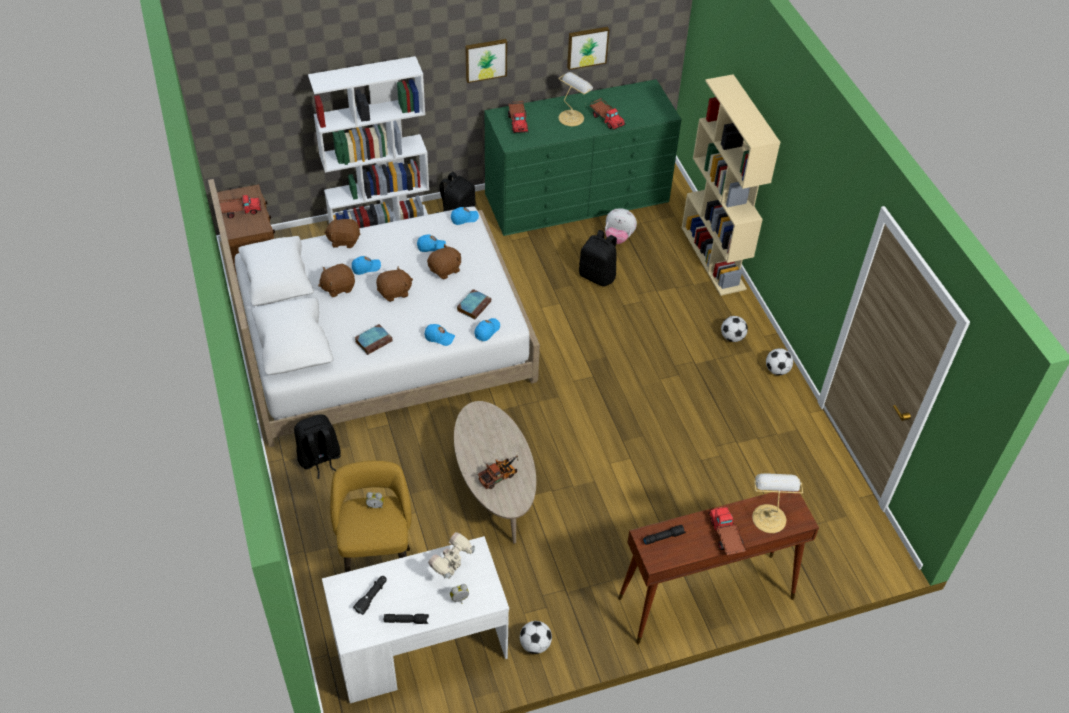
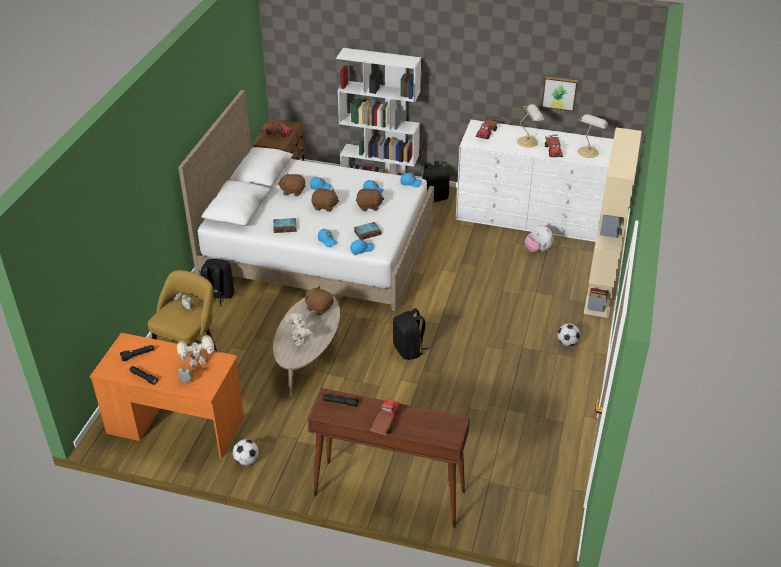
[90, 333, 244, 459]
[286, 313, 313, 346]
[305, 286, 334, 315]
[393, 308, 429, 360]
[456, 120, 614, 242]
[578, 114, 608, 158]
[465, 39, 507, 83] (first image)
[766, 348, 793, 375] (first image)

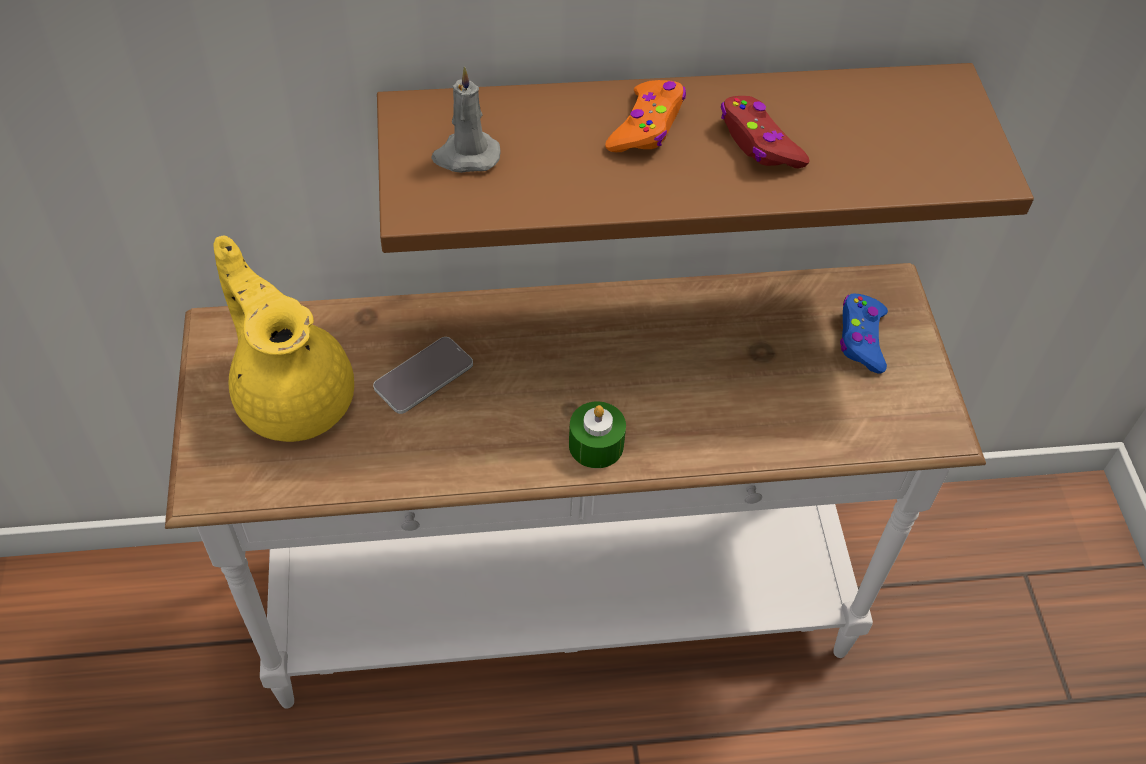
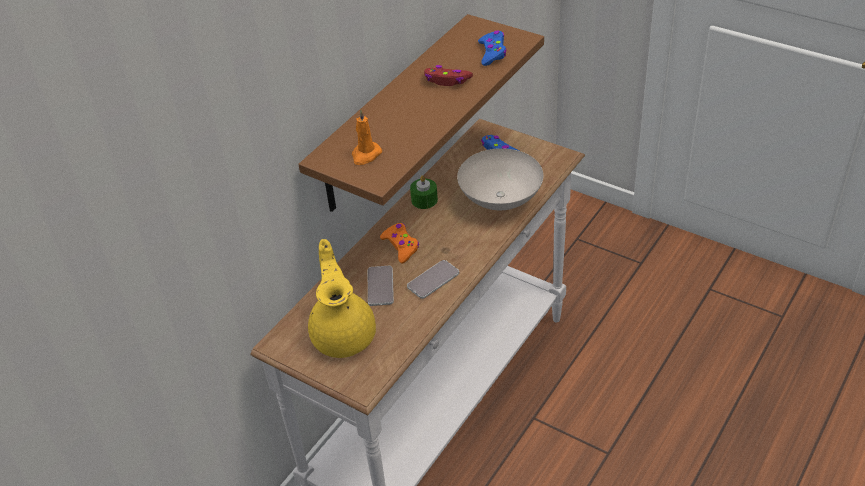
[308, 239, 376, 358]
[352, 109, 382, 165]
[380, 223, 419, 263]
[407, 260, 459, 299]
[410, 176, 438, 209]
[457, 148, 543, 210]
[478, 30, 507, 66]

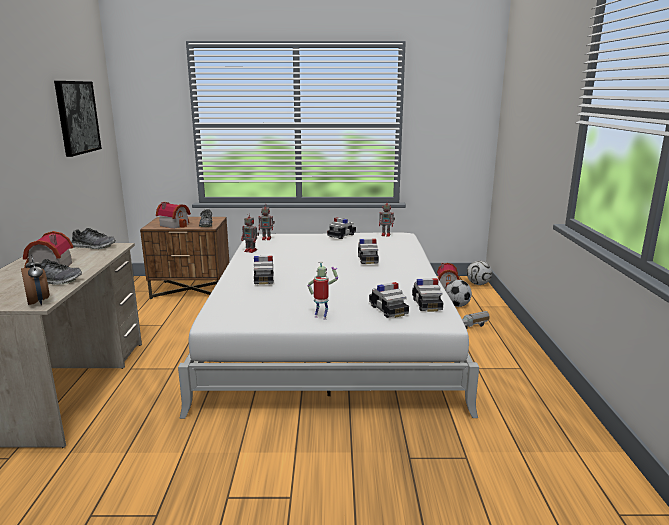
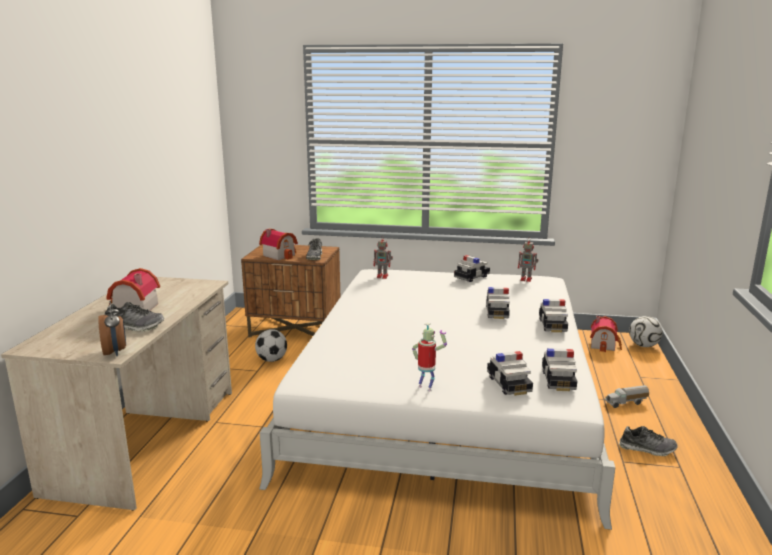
[255, 329, 287, 362]
[539, 299, 568, 333]
[619, 426, 678, 456]
[54, 81, 102, 157] (first image)
[241, 213, 259, 253] (first image)

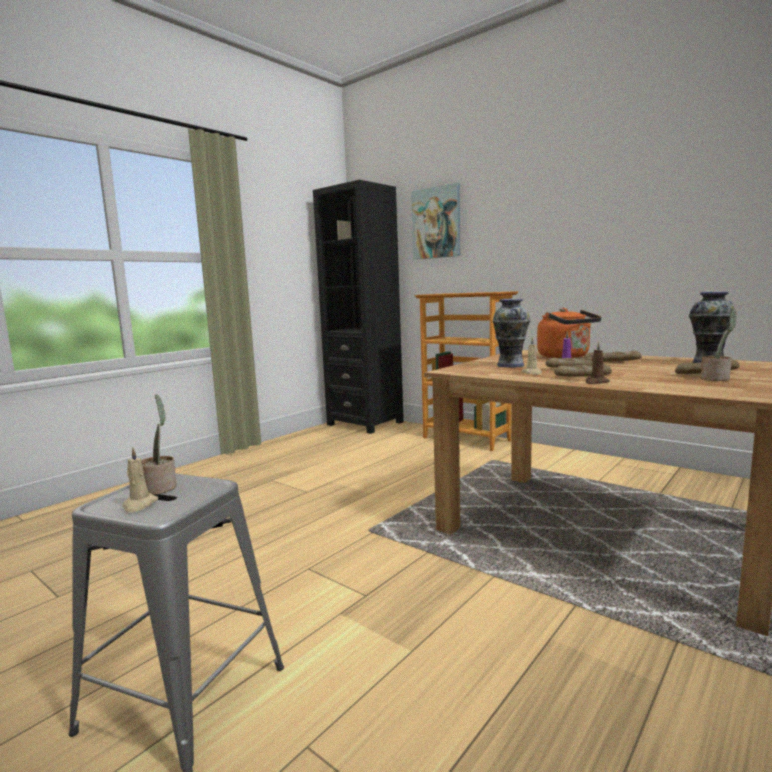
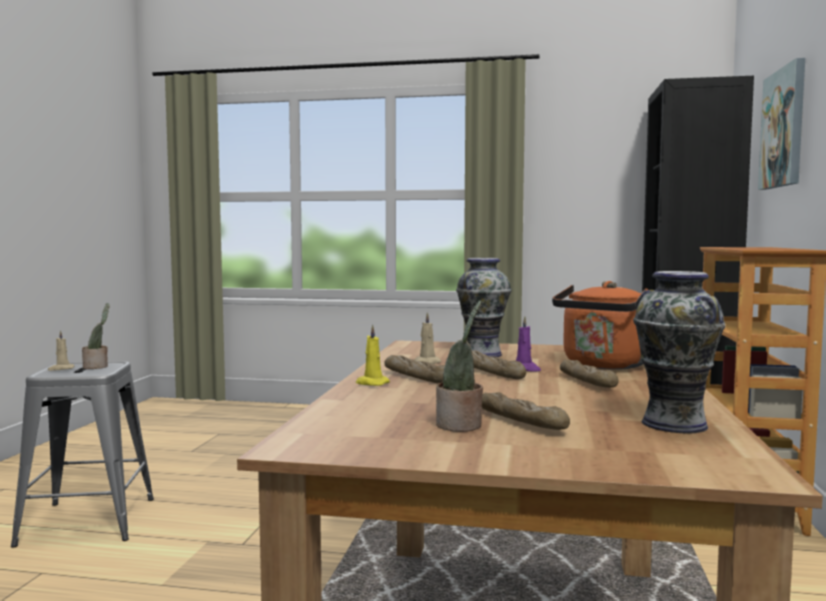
[356, 325, 390, 386]

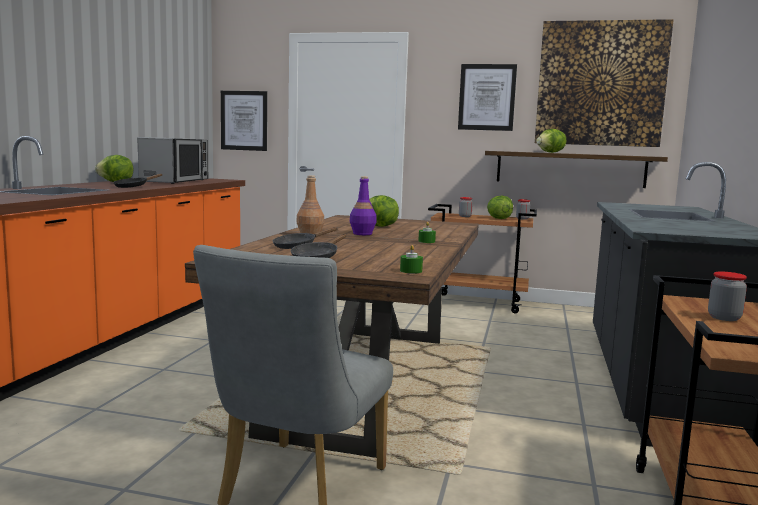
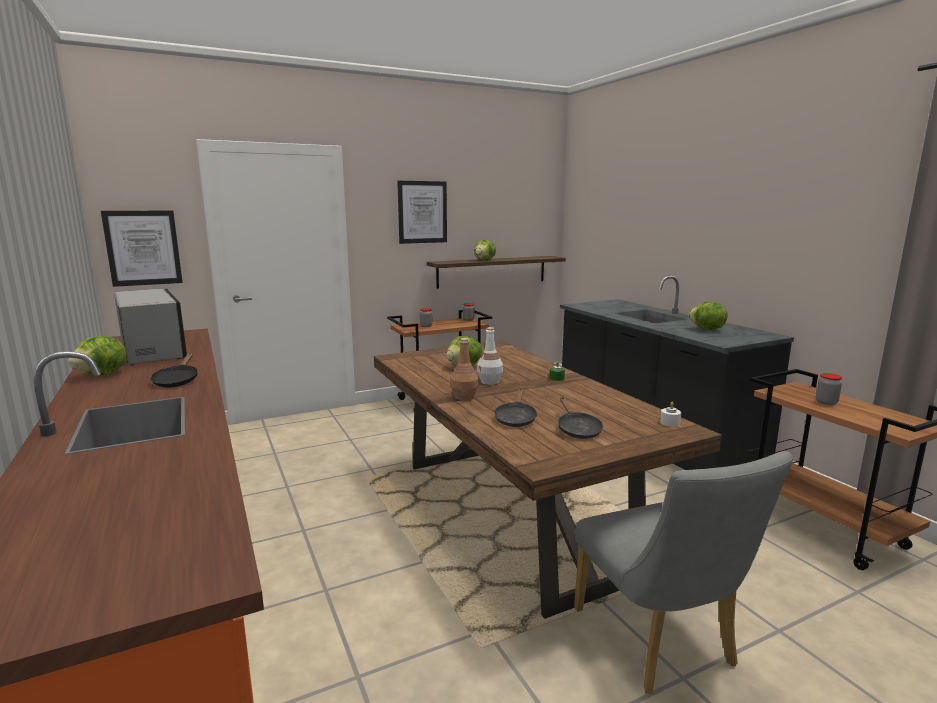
[477, 327, 503, 385]
[660, 402, 681, 427]
[689, 302, 727, 330]
[535, 19, 673, 147] (first image)

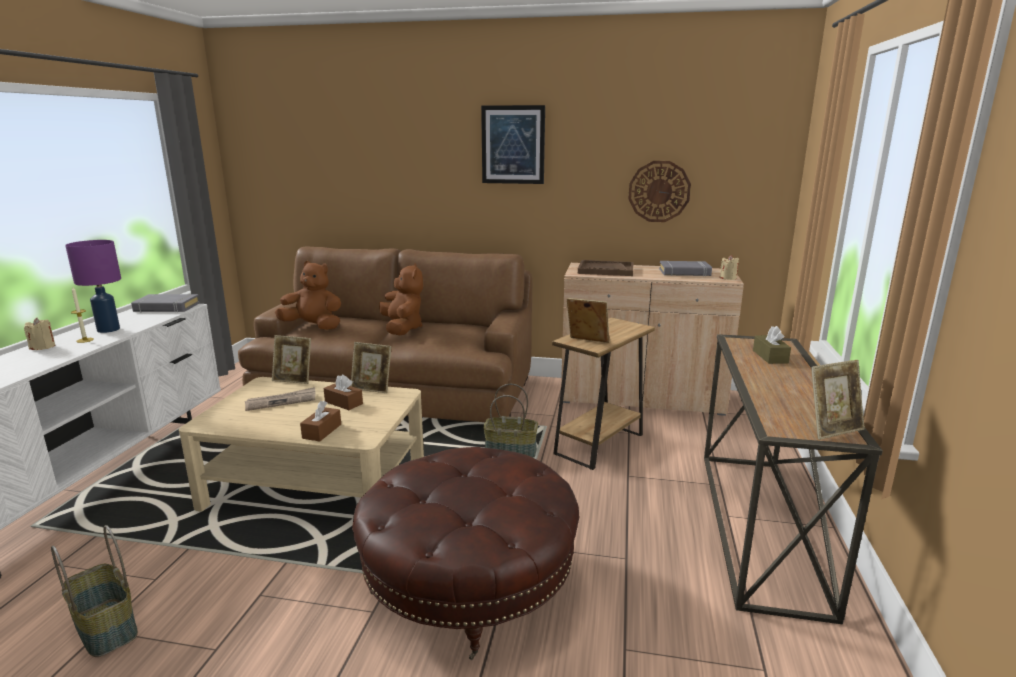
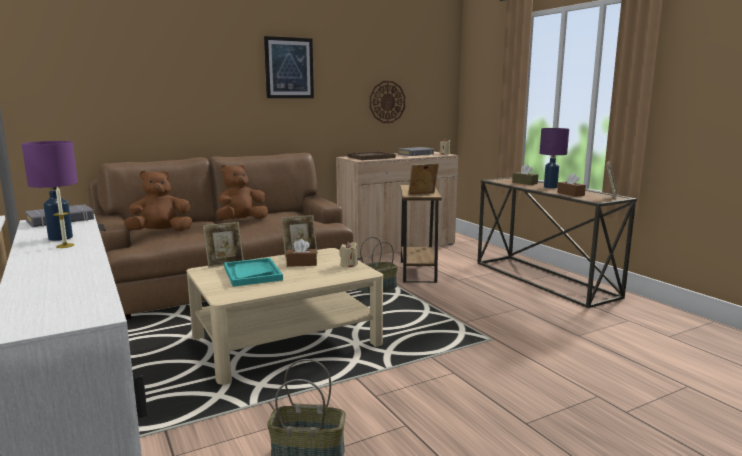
[216, 165, 268, 220]
[224, 258, 283, 287]
[339, 241, 358, 267]
[540, 128, 569, 189]
[557, 173, 586, 197]
[352, 447, 579, 660] (first image)

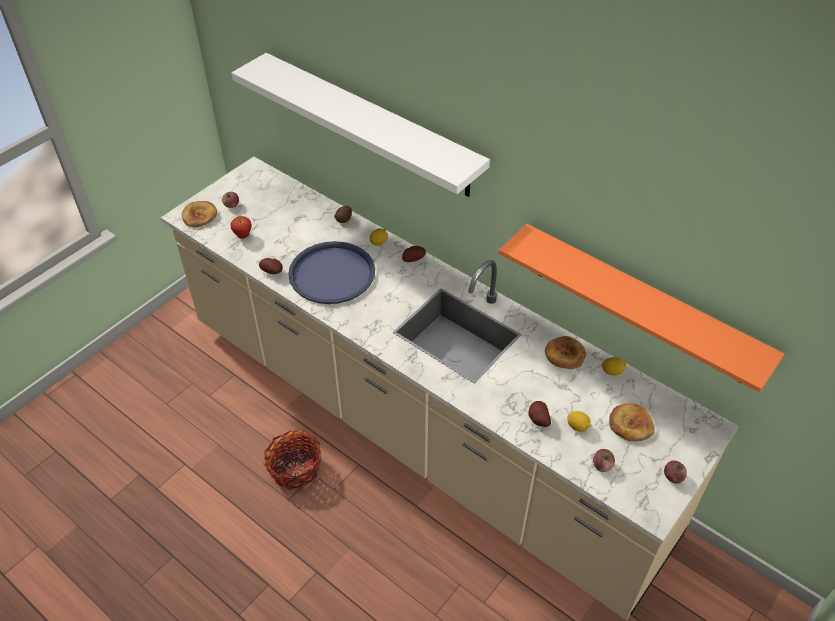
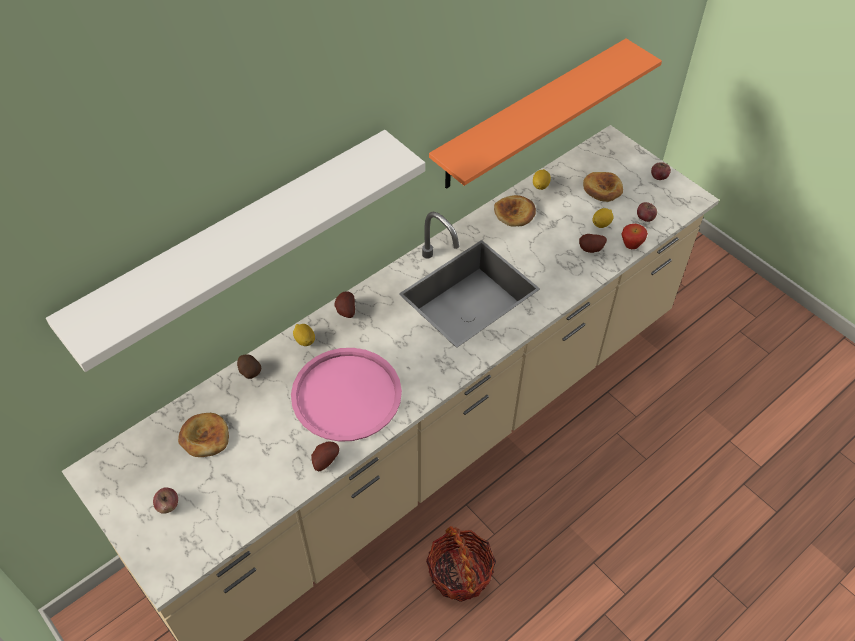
[178, 413, 229, 457]
[291, 348, 402, 442]
[622, 224, 648, 249]

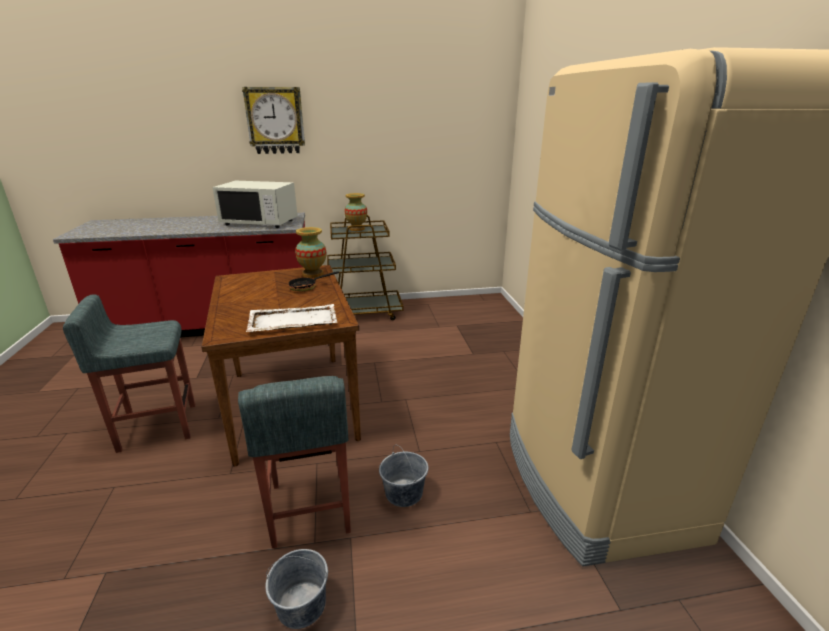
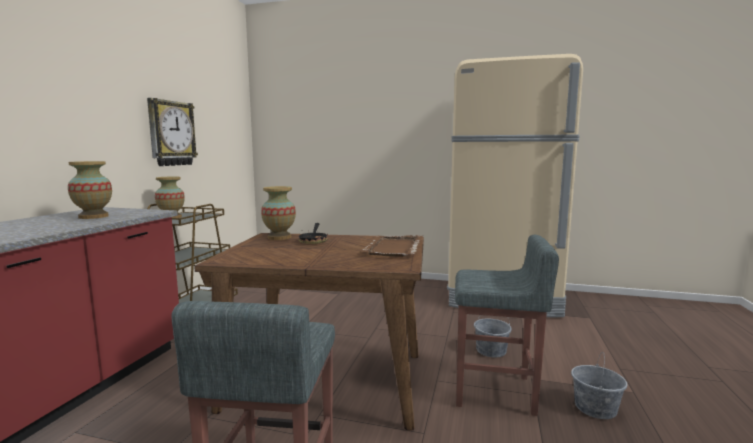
[68, 161, 112, 219]
[147, 98, 198, 166]
[360, 235, 423, 257]

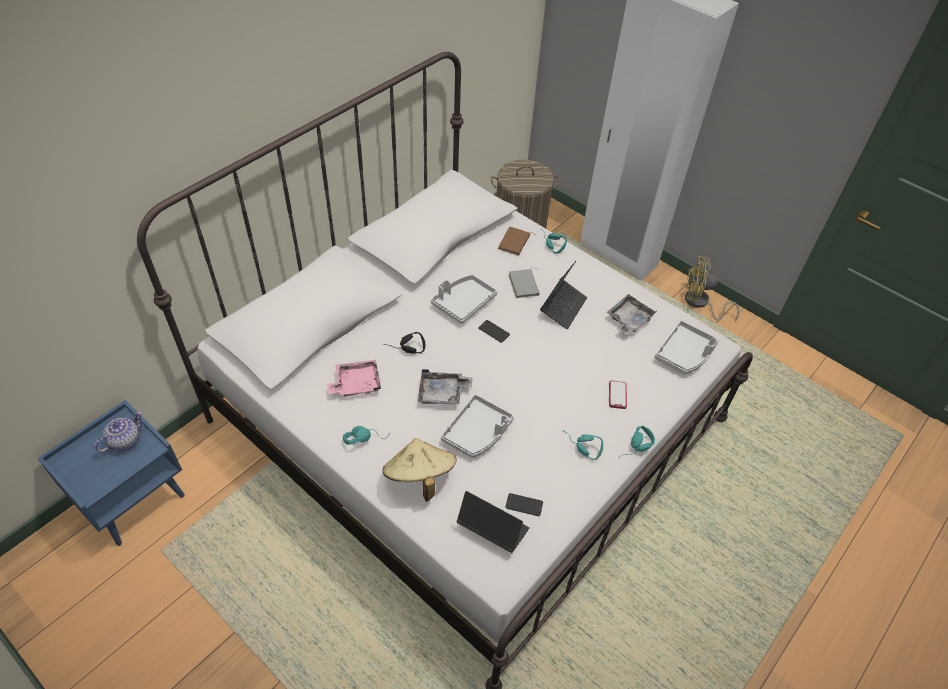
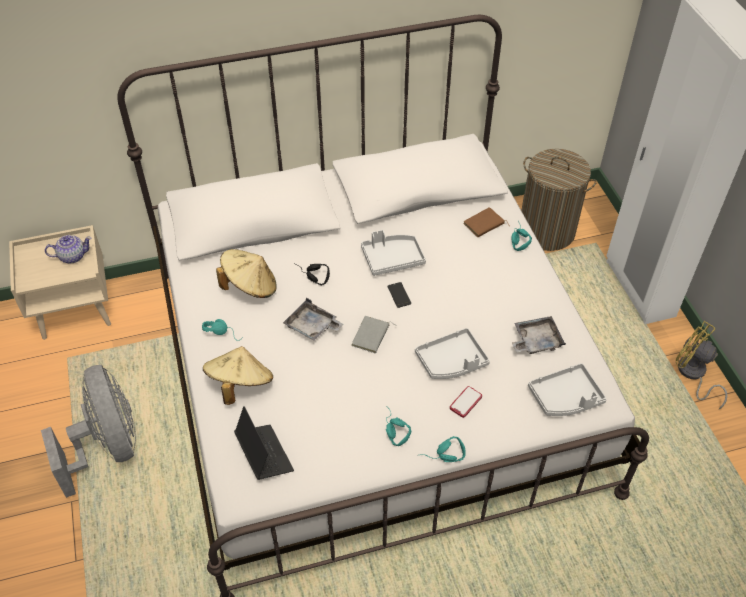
[9, 225, 111, 340]
[41, 365, 136, 498]
[216, 249, 277, 298]
[351, 316, 397, 354]
[415, 328, 490, 379]
[505, 493, 543, 516] (first image)
[540, 261, 587, 329] (first image)

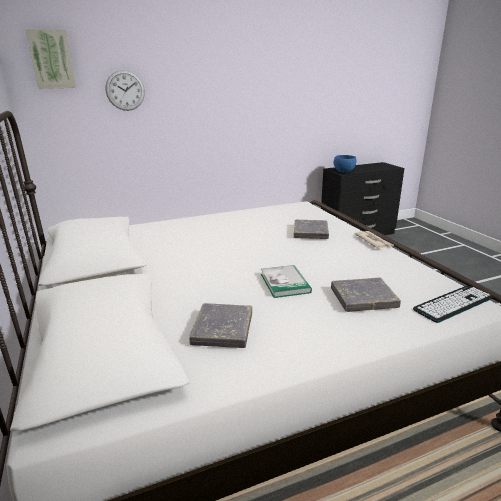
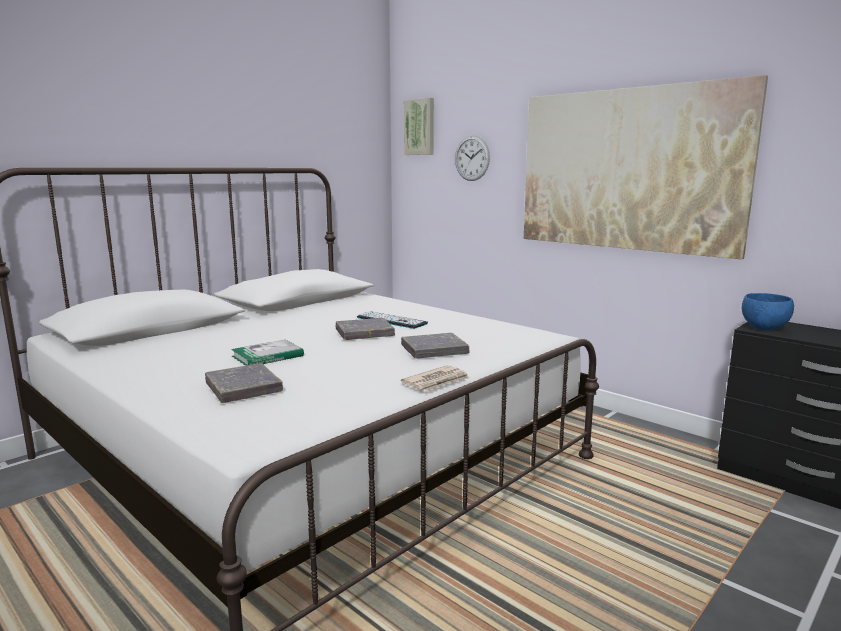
[336, 318, 395, 340]
[357, 311, 428, 329]
[524, 75, 768, 259]

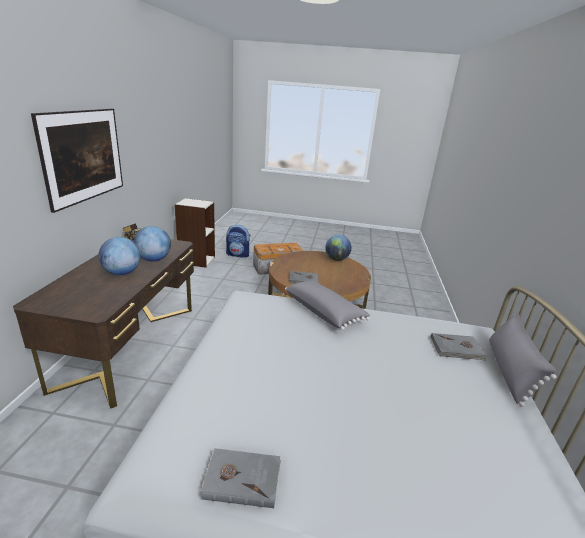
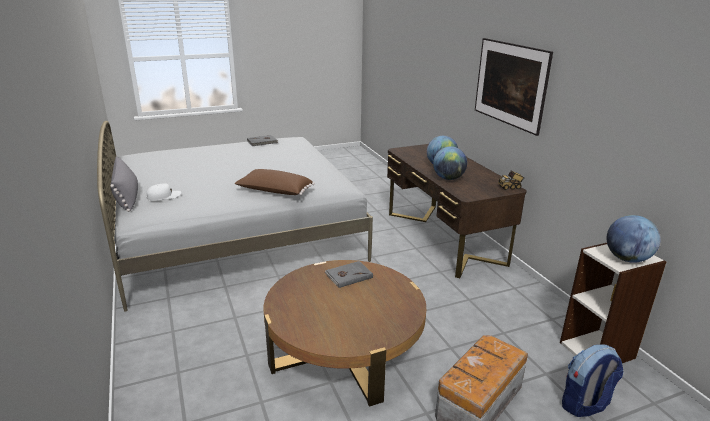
[146, 183, 181, 201]
[235, 169, 315, 195]
[607, 215, 660, 263]

